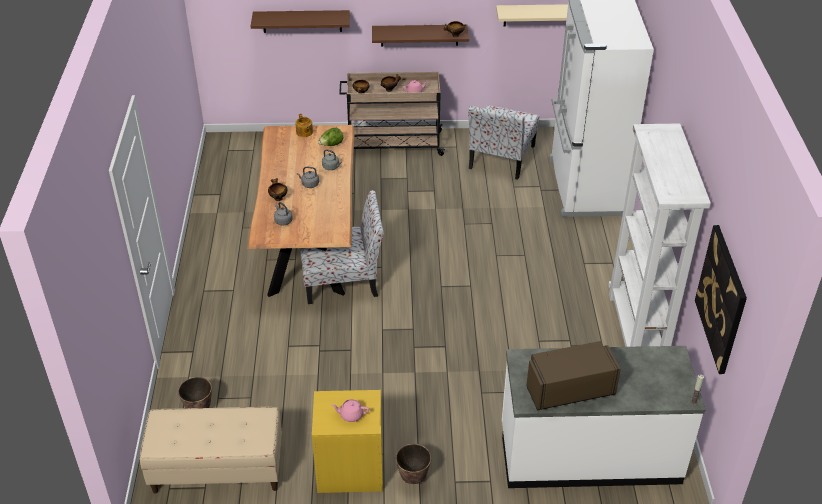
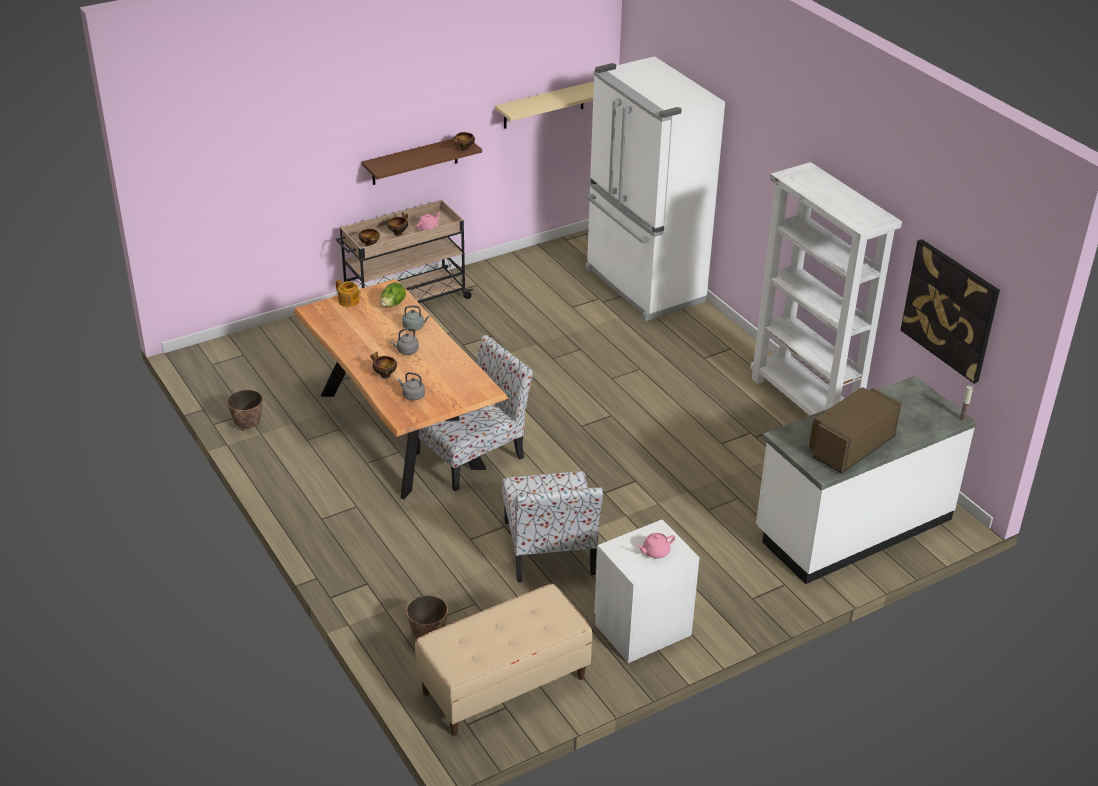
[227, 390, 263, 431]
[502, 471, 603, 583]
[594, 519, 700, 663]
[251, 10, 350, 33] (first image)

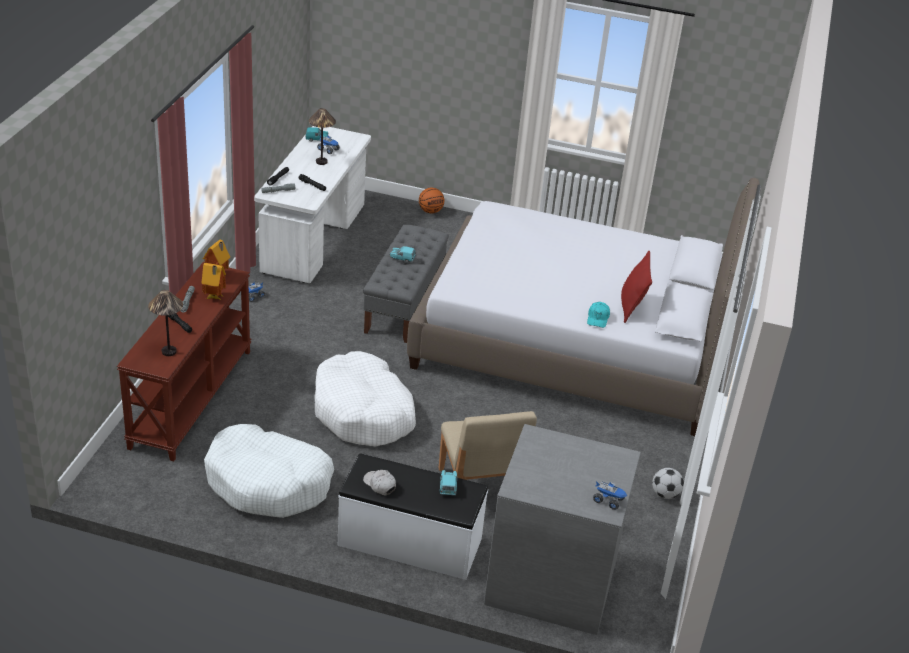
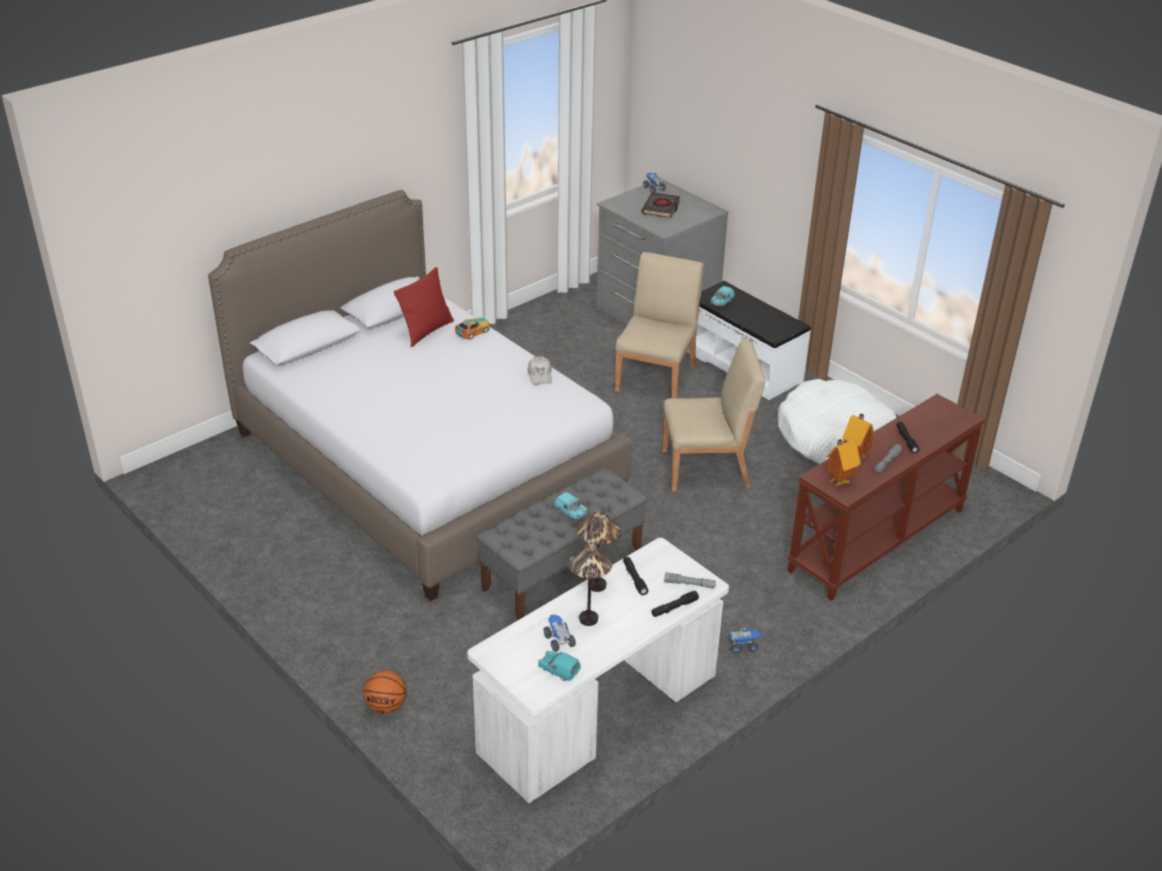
[455, 317, 490, 340]
[528, 356, 552, 384]
[577, 511, 621, 592]
[642, 192, 680, 218]
[662, 340, 765, 491]
[652, 468, 684, 499] (first image)

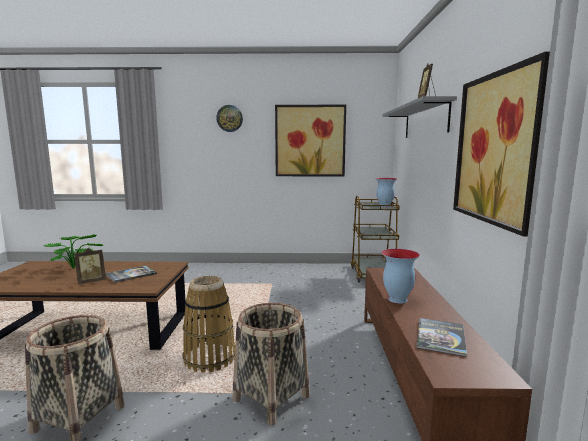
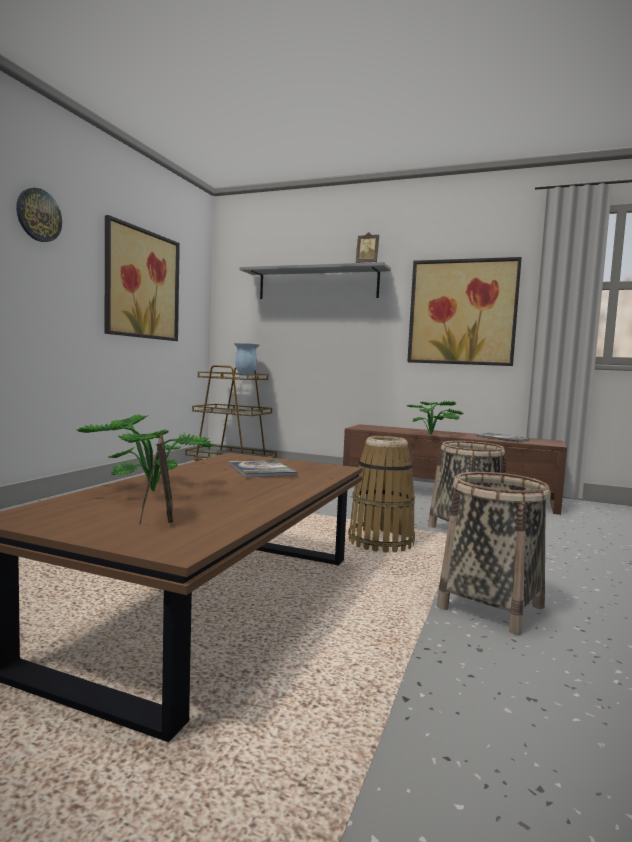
[139, 432, 174, 525]
[407, 401, 463, 435]

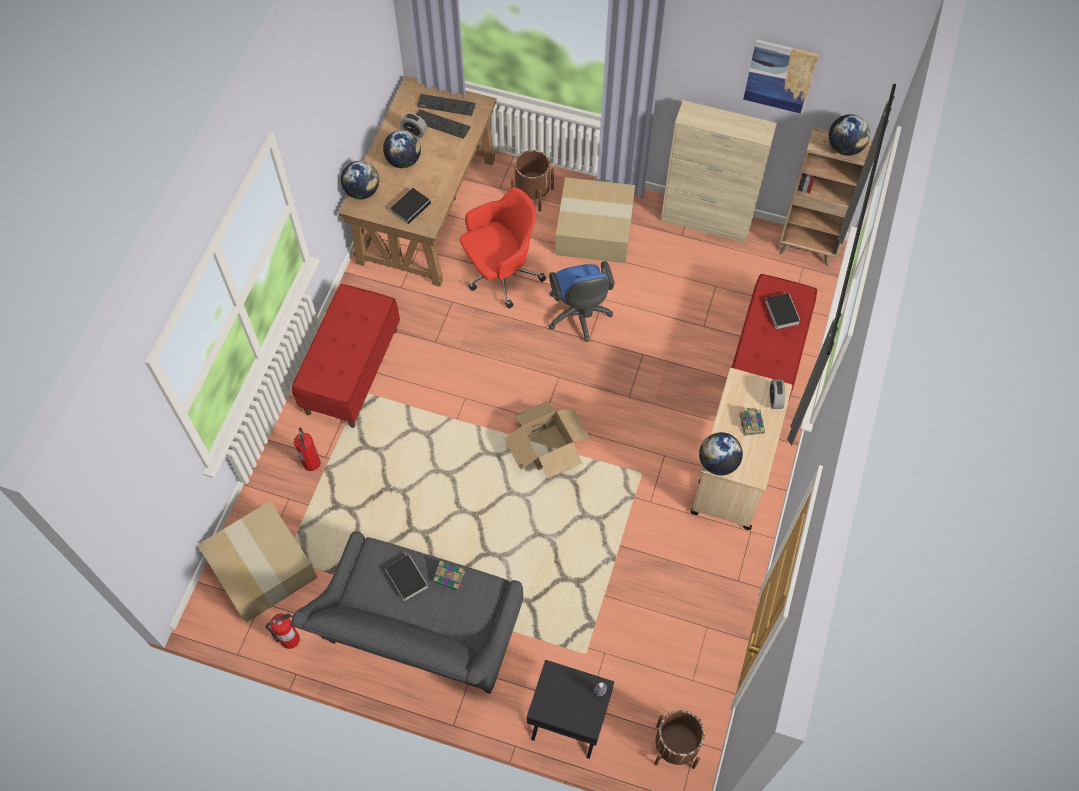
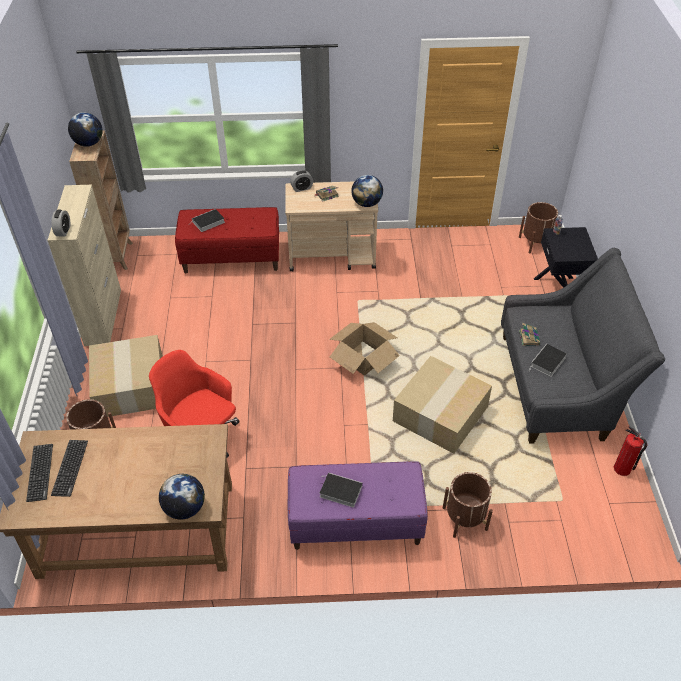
[52, 209, 70, 237]
[288, 461, 428, 550]
[320, 473, 362, 507]
[393, 356, 492, 454]
[443, 472, 493, 538]
[383, 130, 421, 168] (first image)
[548, 261, 614, 342] (first image)
[743, 39, 819, 114] (first image)

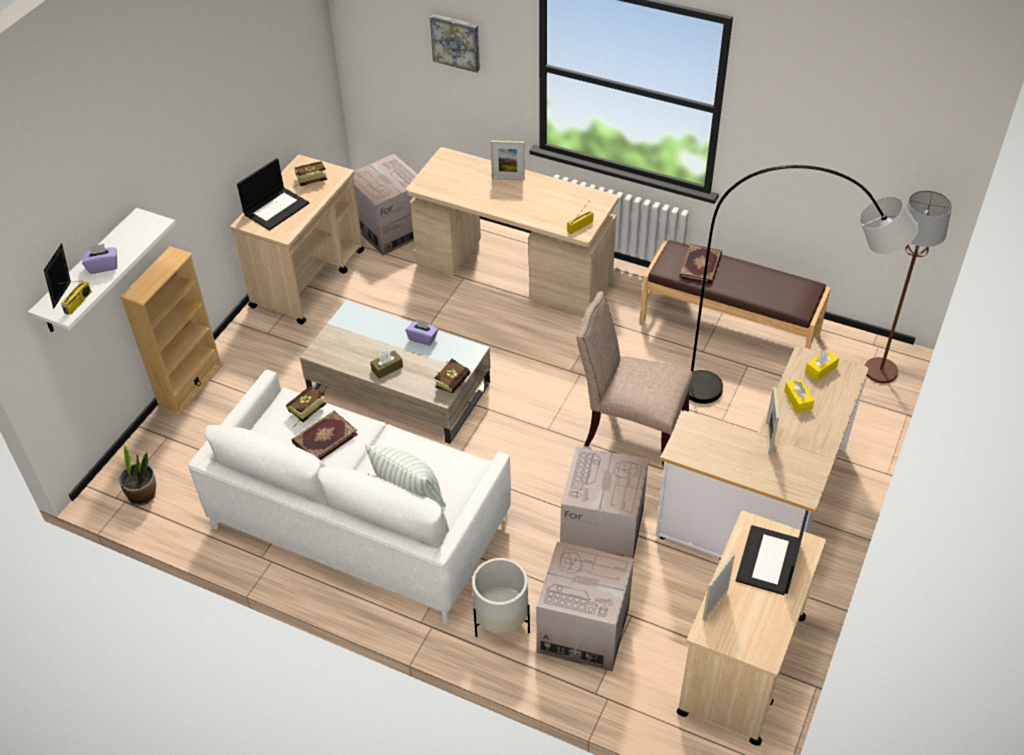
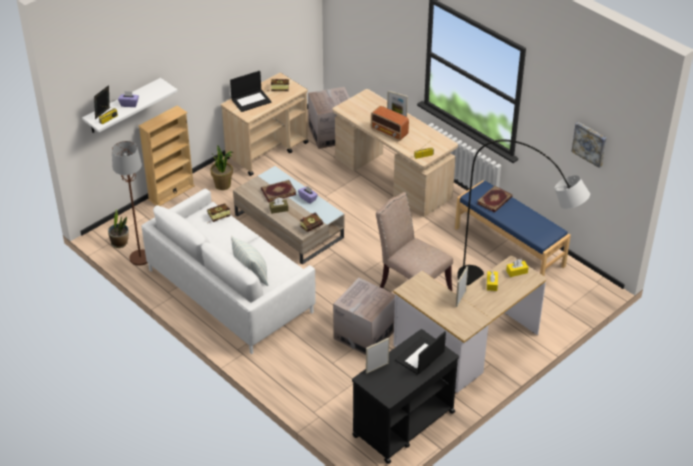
[112, 141, 148, 266]
[210, 146, 233, 190]
[261, 180, 297, 202]
[352, 329, 459, 464]
[371, 106, 409, 141]
[455, 181, 571, 276]
[571, 122, 607, 168]
[472, 558, 530, 637] (first image)
[536, 541, 634, 672] (first image)

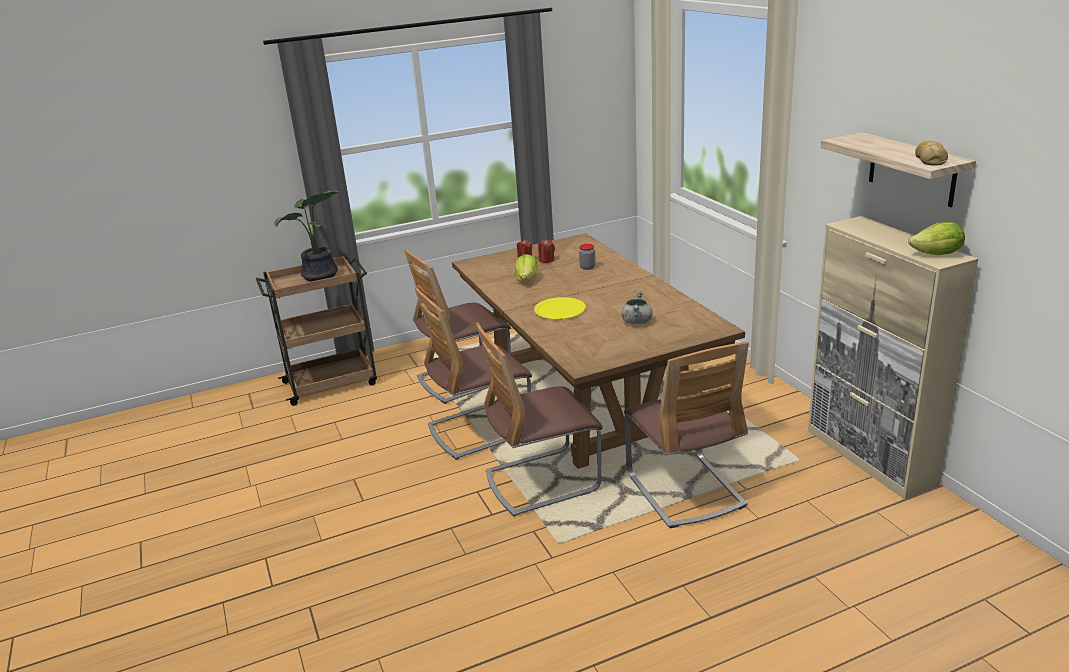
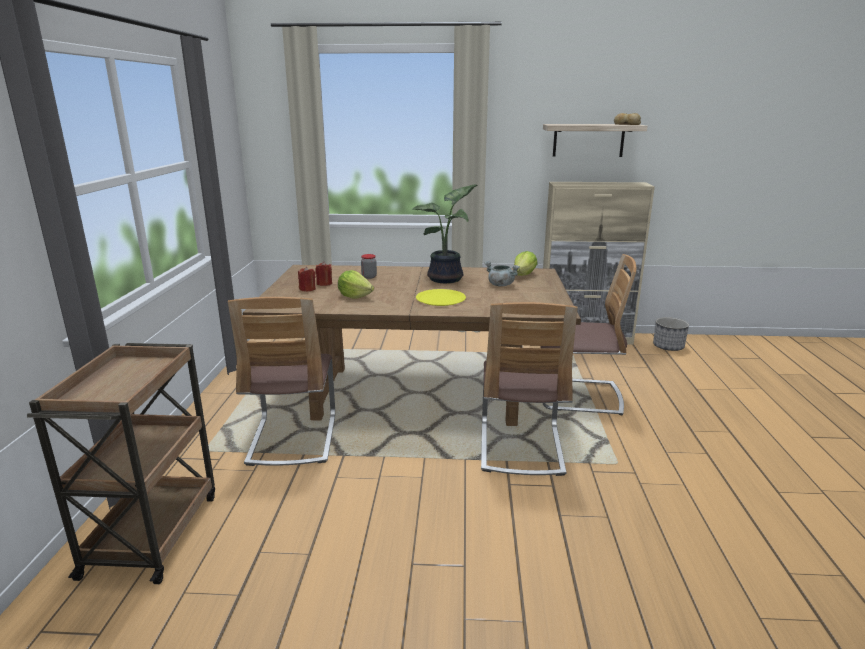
[412, 184, 478, 283]
[514, 251, 538, 276]
[653, 317, 689, 351]
[414, 287, 532, 460] (first image)

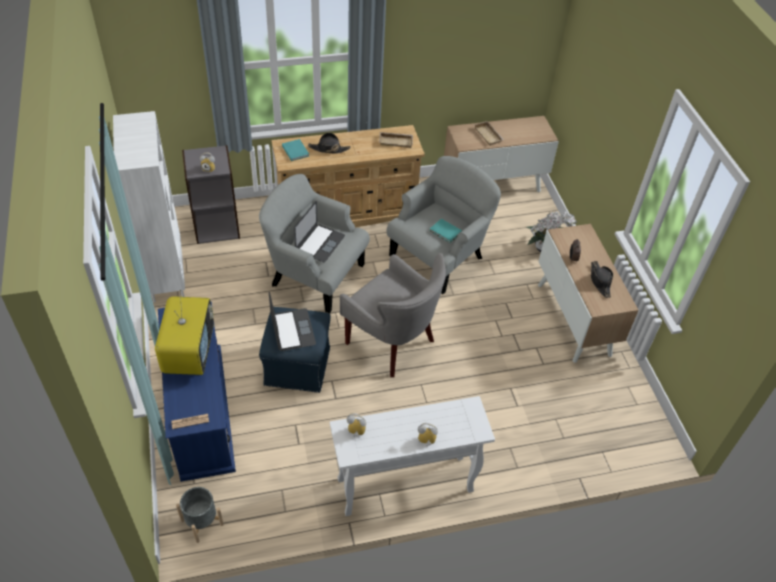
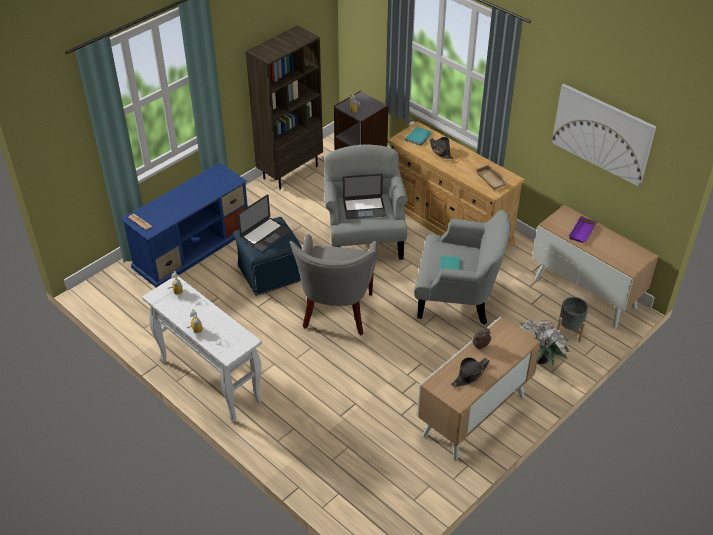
[246, 25, 323, 190]
[552, 84, 656, 187]
[557, 297, 588, 342]
[569, 216, 597, 243]
[155, 290, 214, 375] (first image)

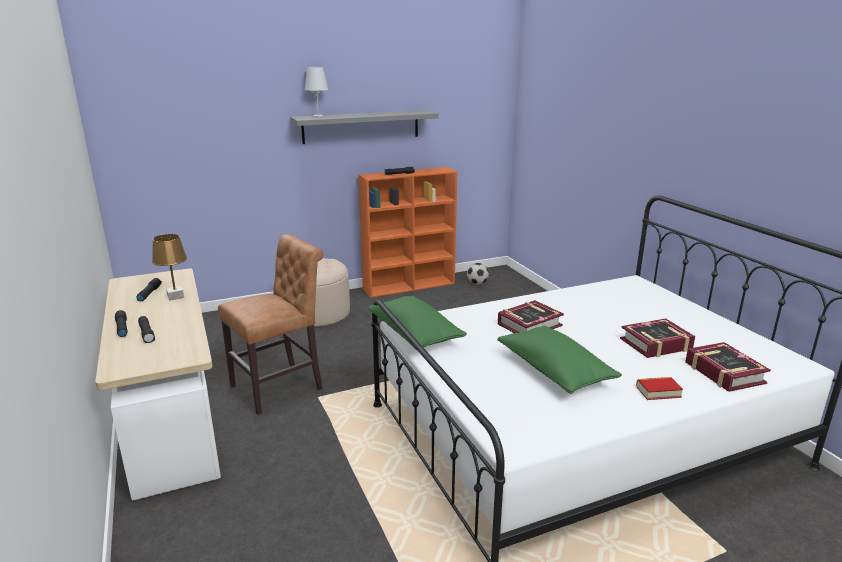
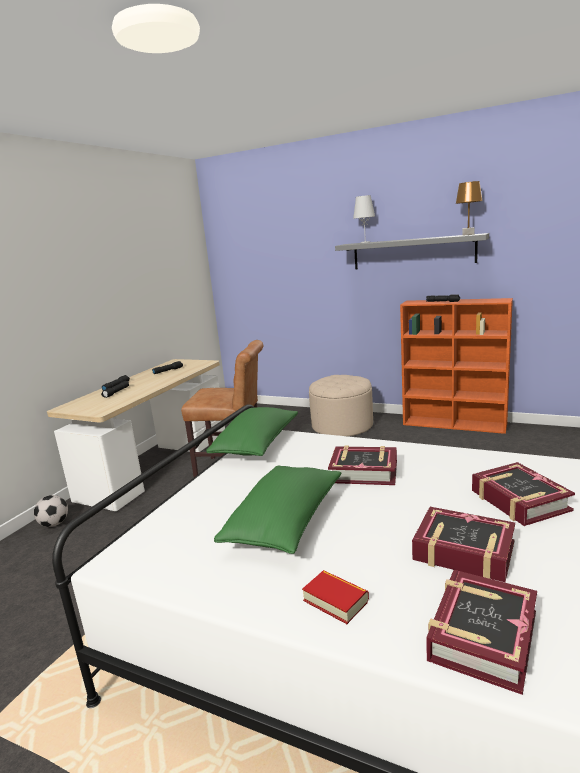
[34, 495, 68, 527]
[456, 181, 483, 236]
[472, 462, 575, 526]

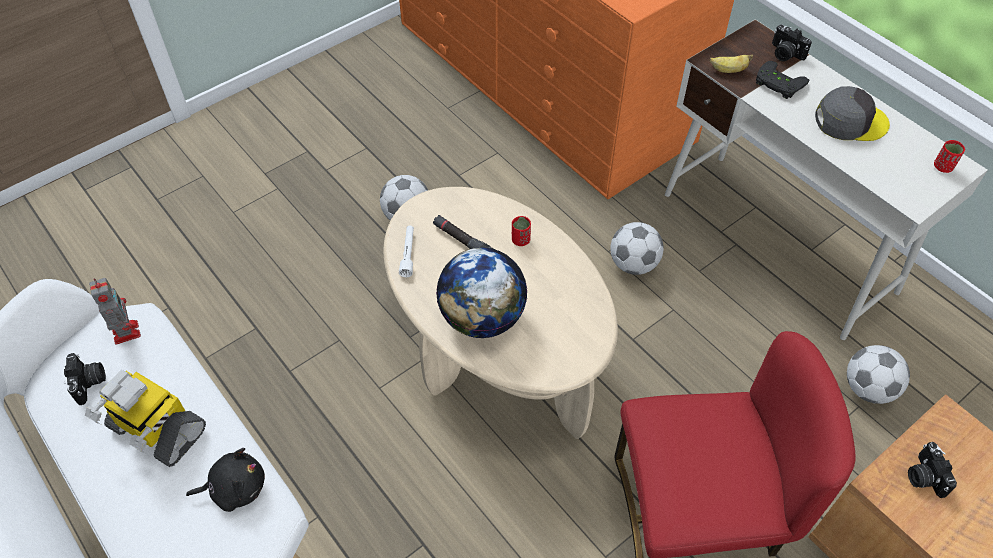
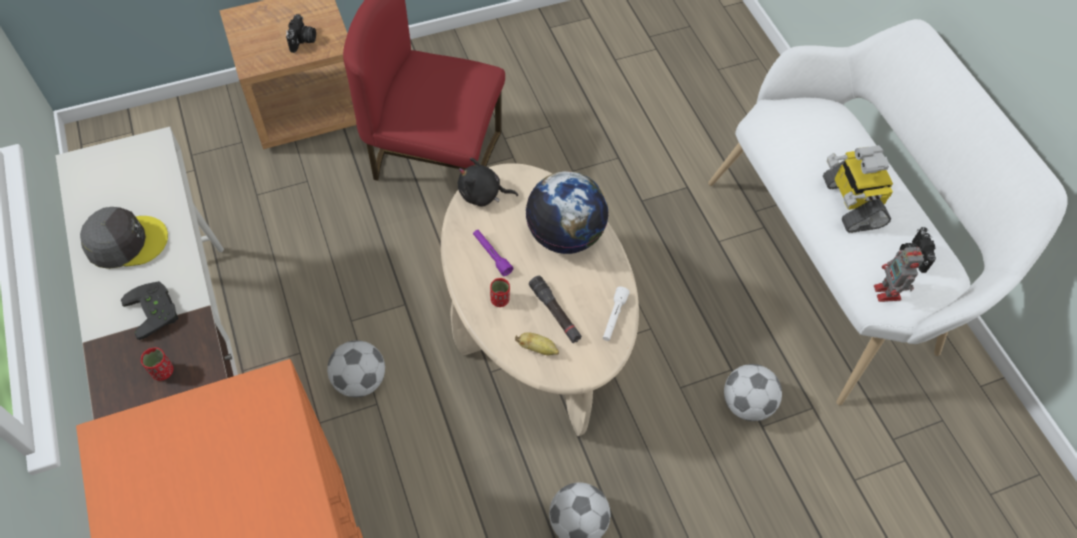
[80, 207, 168, 269]
[141, 348, 174, 381]
[457, 158, 518, 206]
[473, 230, 514, 276]
[515, 332, 559, 356]
[724, 364, 782, 421]
[823, 145, 893, 233]
[772, 25, 812, 61] (first image)

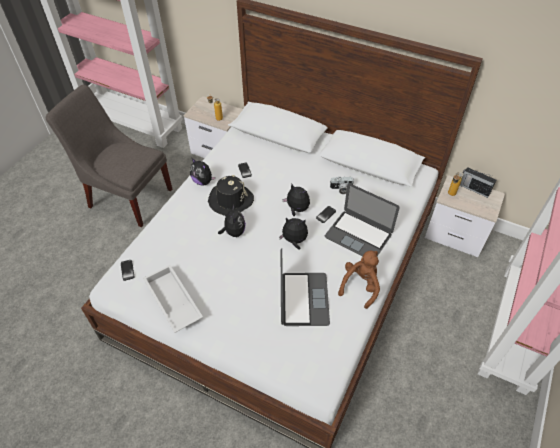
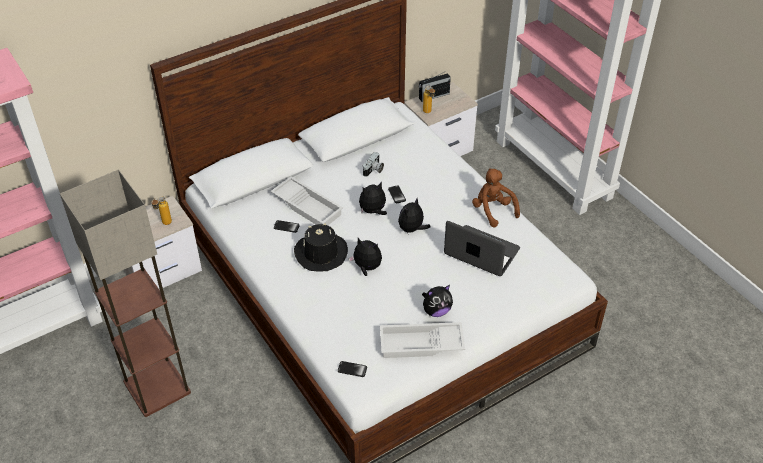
[60, 169, 191, 417]
[271, 176, 343, 225]
[422, 285, 453, 317]
[325, 183, 399, 257] (first image)

